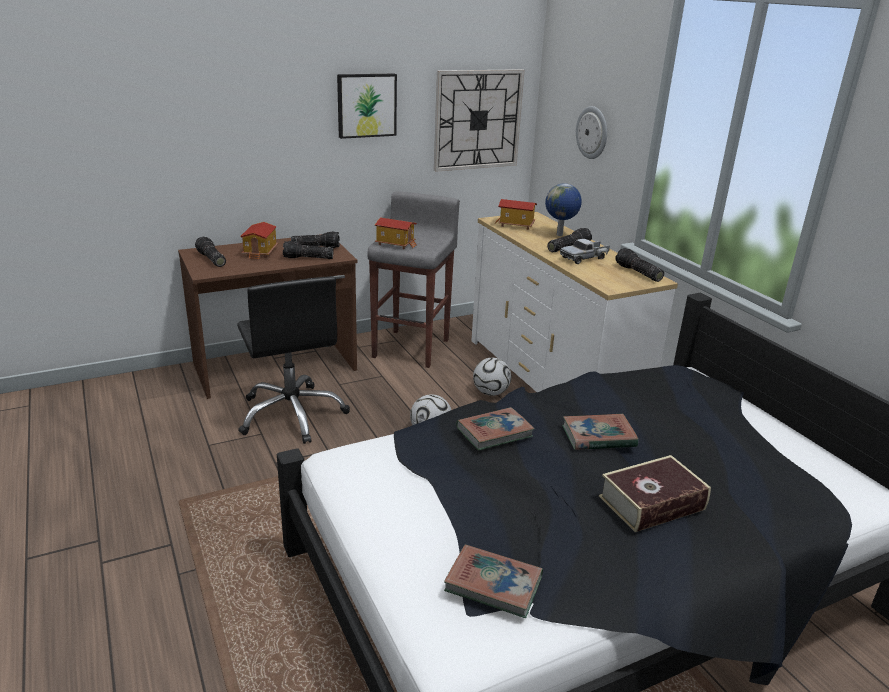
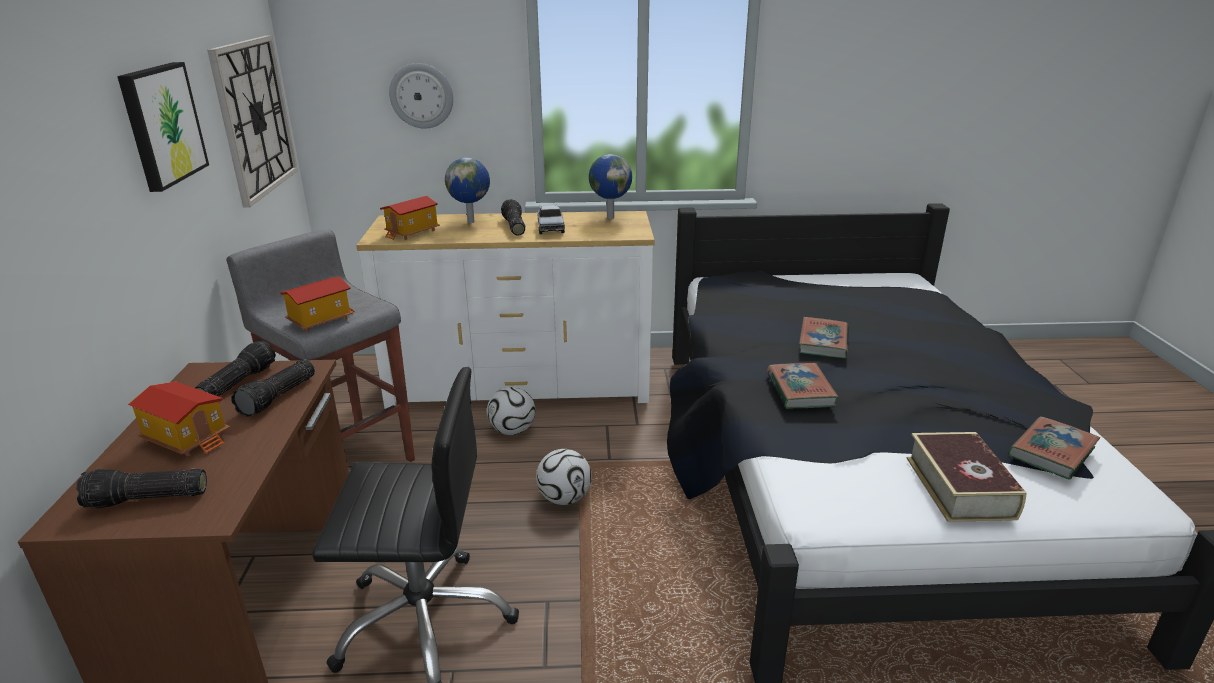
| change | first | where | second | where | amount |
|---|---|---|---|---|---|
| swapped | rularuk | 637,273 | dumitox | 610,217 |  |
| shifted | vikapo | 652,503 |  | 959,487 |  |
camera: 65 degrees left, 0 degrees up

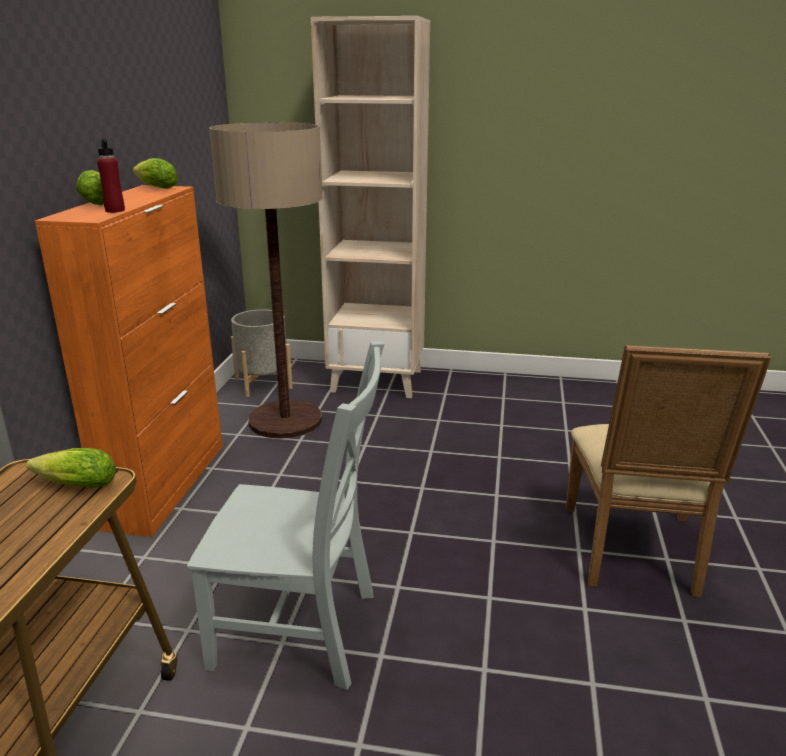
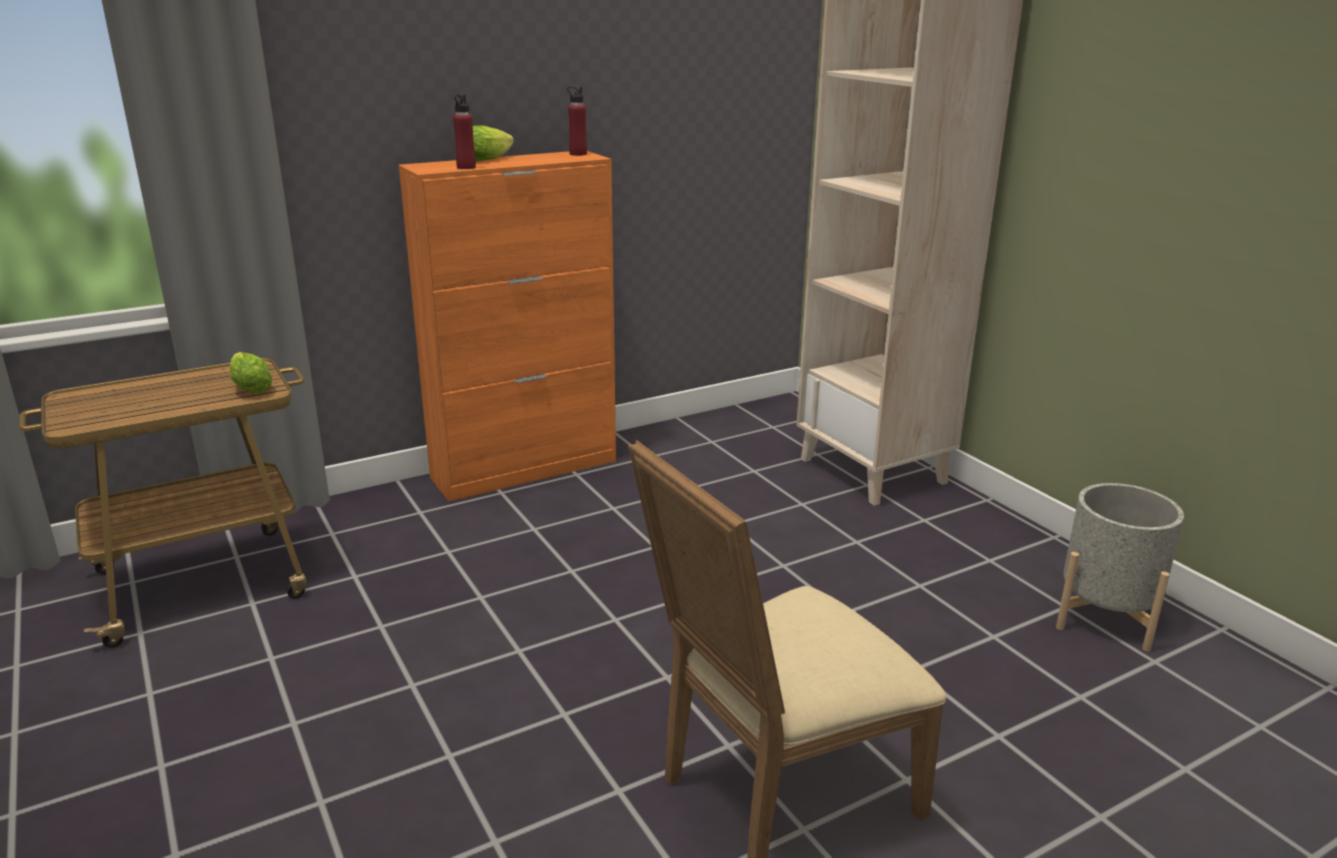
| change | first | where | second | where | amount |
|---|---|---|---|---|---|
| gone | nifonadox | 285,420 |  |  |  |
| swapped | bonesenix | 154,188 | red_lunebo | 578,154 |  |
| shifted | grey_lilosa | 263,383 |  | 1105,617 |  |
| gone | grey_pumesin | 302,631 |  |  |  |
camera: 50 degrees right, 0 degrees up

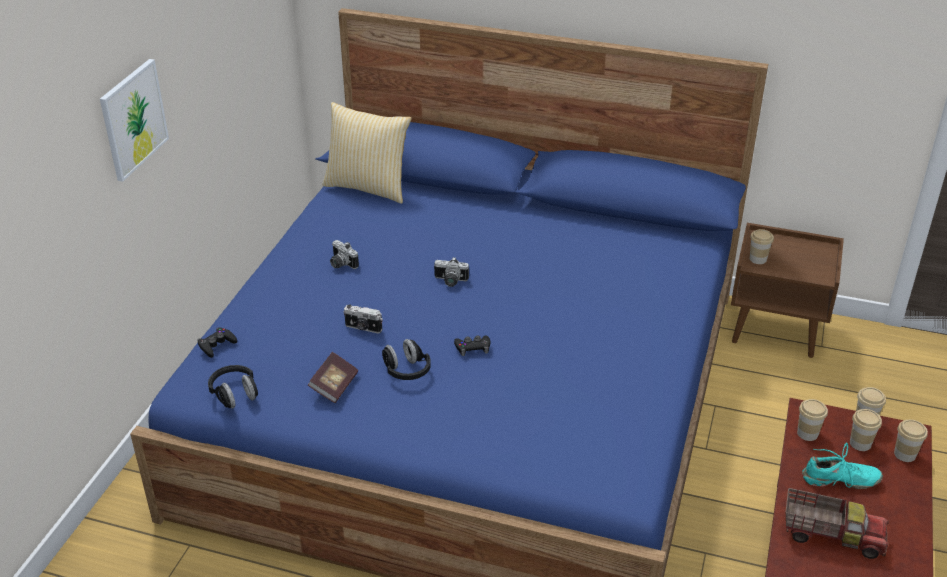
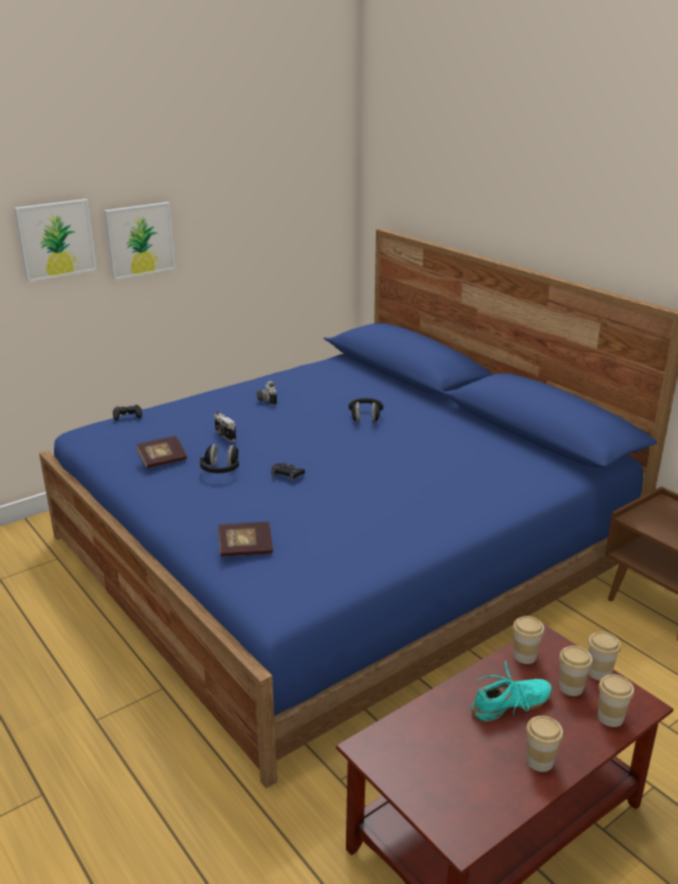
| change | first | where | second | where | amount |
|---|---|---|---|---|---|
| gone | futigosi | 368,187 |  |  |  |
| shifted | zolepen | 758,259 |  | 540,761 |  |
| gone | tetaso | 450,281 |  |  |  |
| shifted | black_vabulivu | 235,394 |  | 365,417 |  |
| rotated | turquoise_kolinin | 840,480 |  | 511,706 | 60 degrees counterclockwise |
| gone | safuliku | 831,535 |  |  |  |
| new |  |  | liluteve | 56,239 |  |
| new |  |  | vikapo | 245,549 |  |
camera: 35 degrees right, 10 degrees down

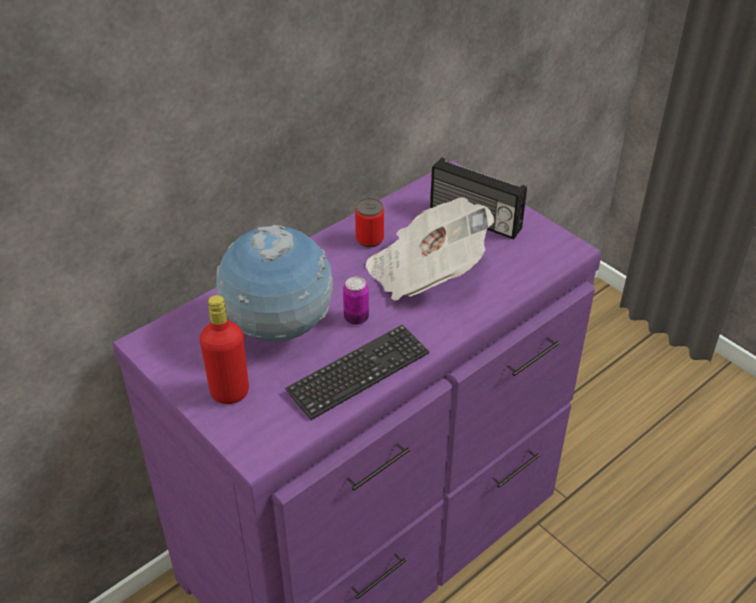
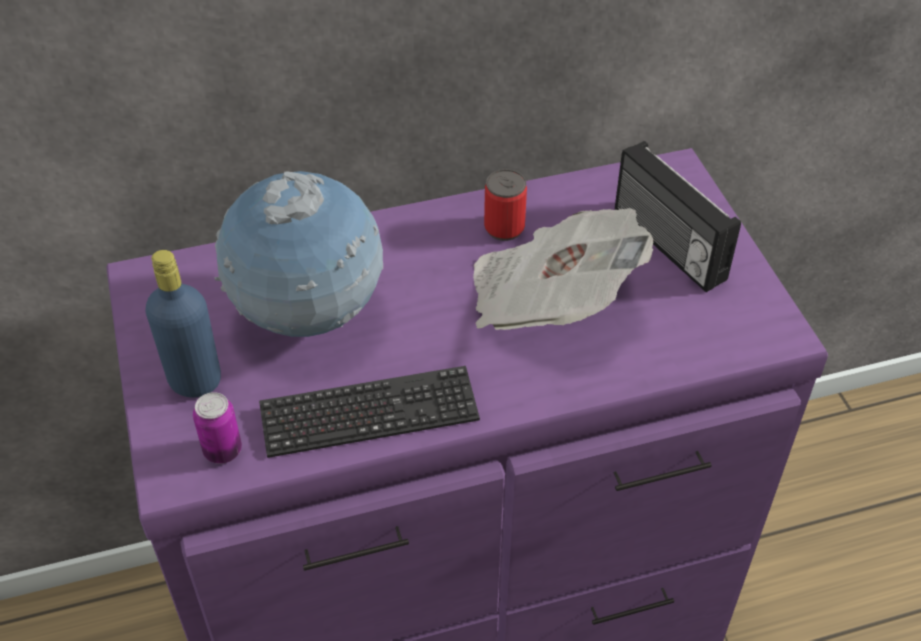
| change | first | where | second | where | amount |
|---|---|---|---|---|---|
| shifted | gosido | 356,318 |  | 223,451 |  |
| repainted | red_lunebo | 230,392 | blue_lunebo | 195,381 |  |
camera: 25 degrees right, 5 degrees up

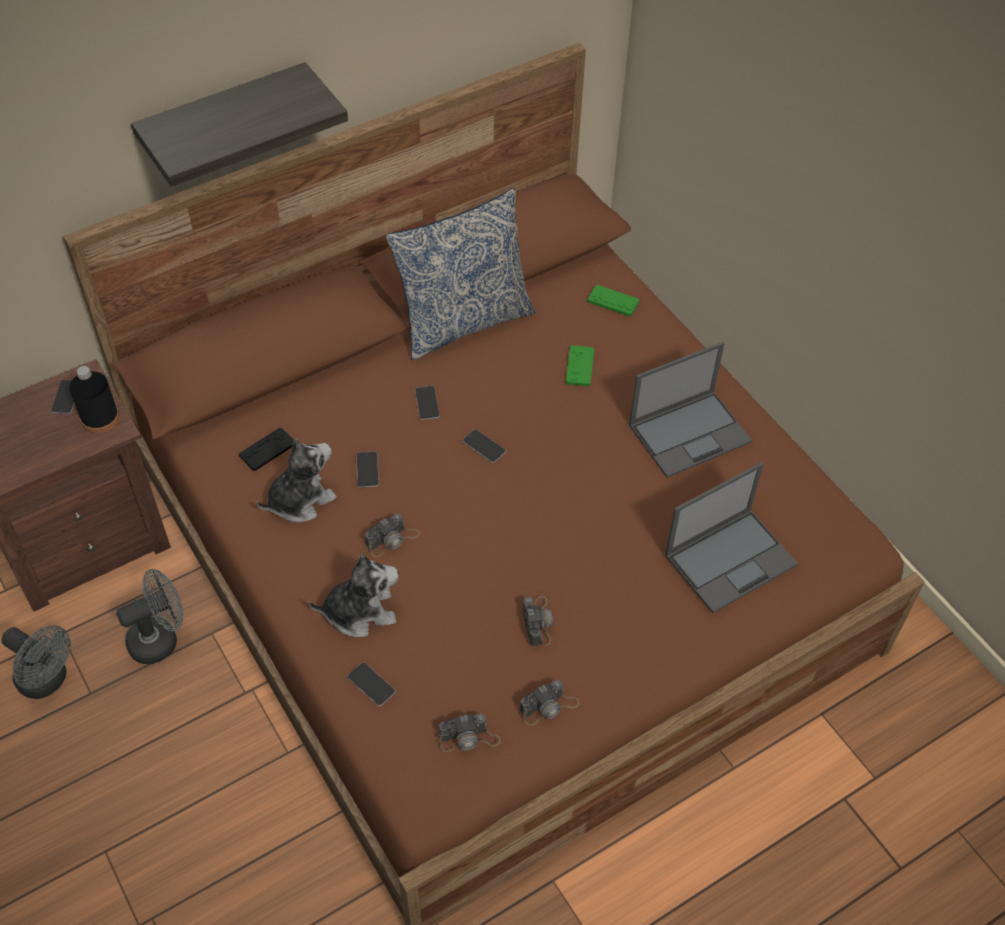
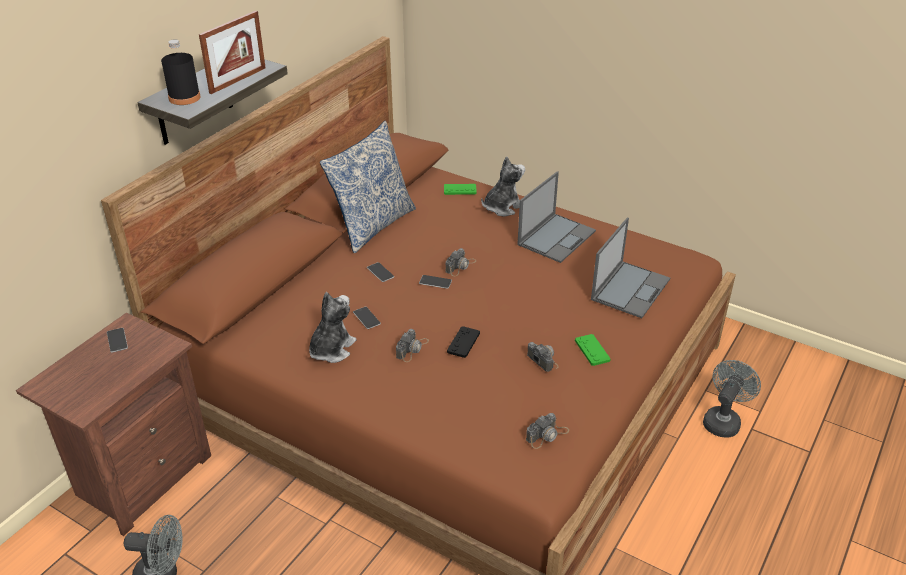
| change | first | where | second | where | amount |
|---|---|---|---|---|---|
| shifted | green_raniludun | 579,366 |  | 592,350 |  |
| shifted | black_lunebo | 100,418 |  | 184,98 |  |
| shifted | black_raniludun | 267,450 |  | 463,342 |  |
| shifted | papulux | 360,612 |  | 502,207 |  |
| shifted | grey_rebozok | 160,638 |  | 723,420 |  |
| gone | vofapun | 371,684 |  |  |  |
| shifted | tetaso | 549,707 |  | 460,266 |  |
| new |  |  | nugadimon | 238,80 |  |
camera: 25 degrees left, 15 degrees down

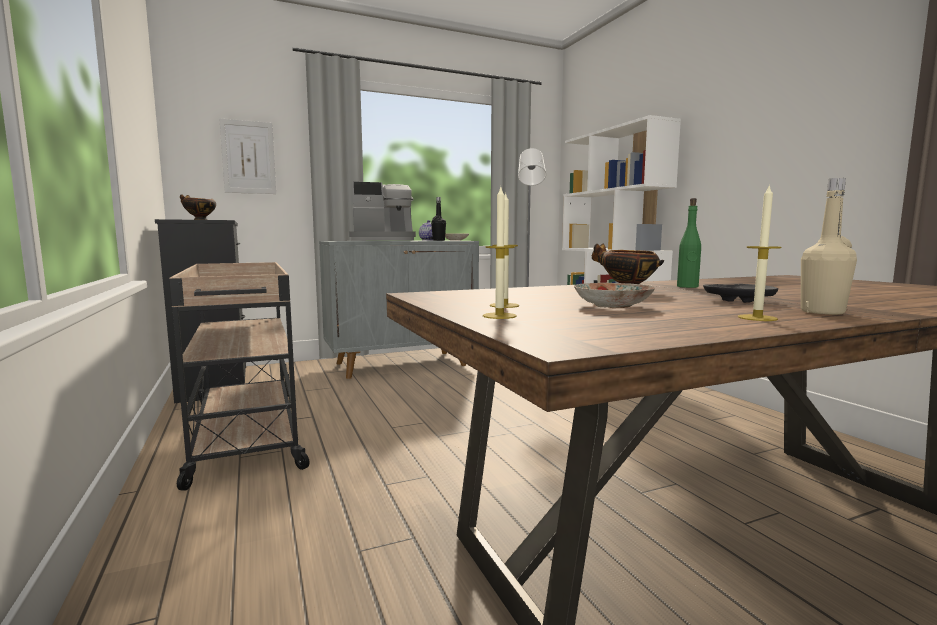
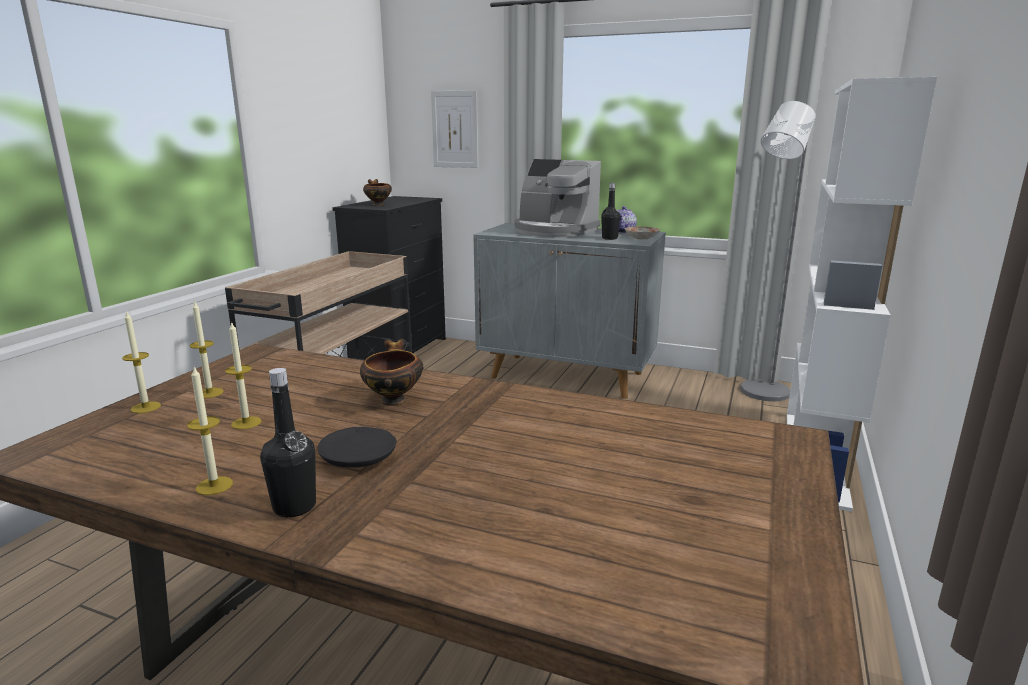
| change | first | where | second | where | amount |
|---|---|---|---|---|---|
| repainted | beige_lunebo | 822,312 | black_lunebo | 294,506 |  |
| gone | green_lunebo | 687,286 |  |  |  |
| swapped | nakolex | 613,306 | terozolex | 246,423 |  |
camera: 45 degrees right, 10 degrees up

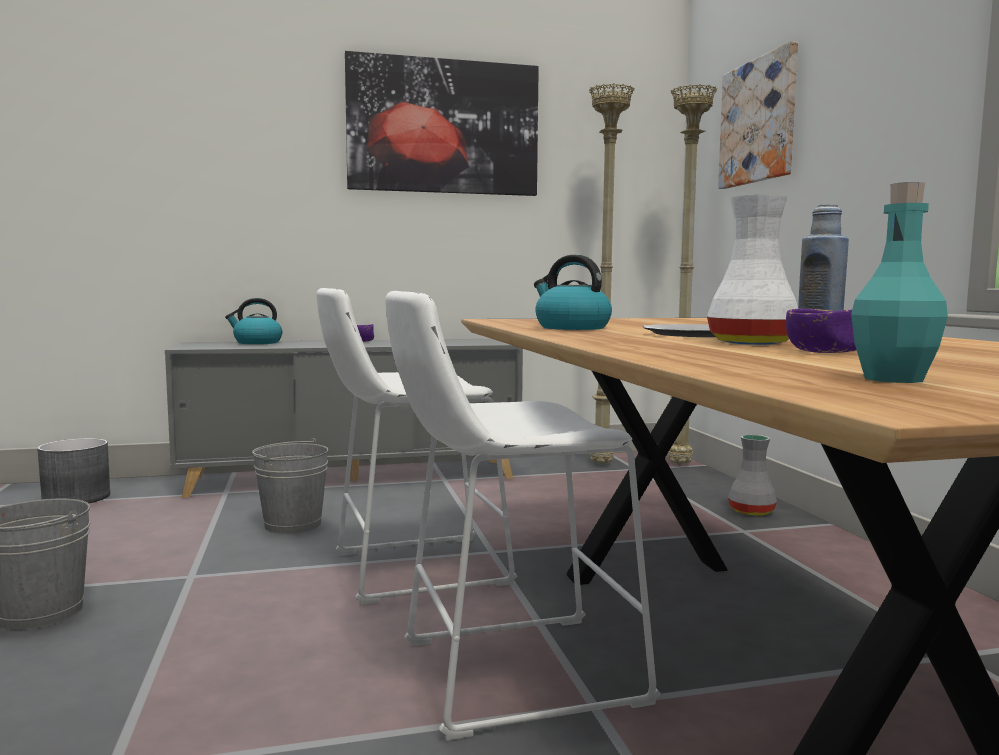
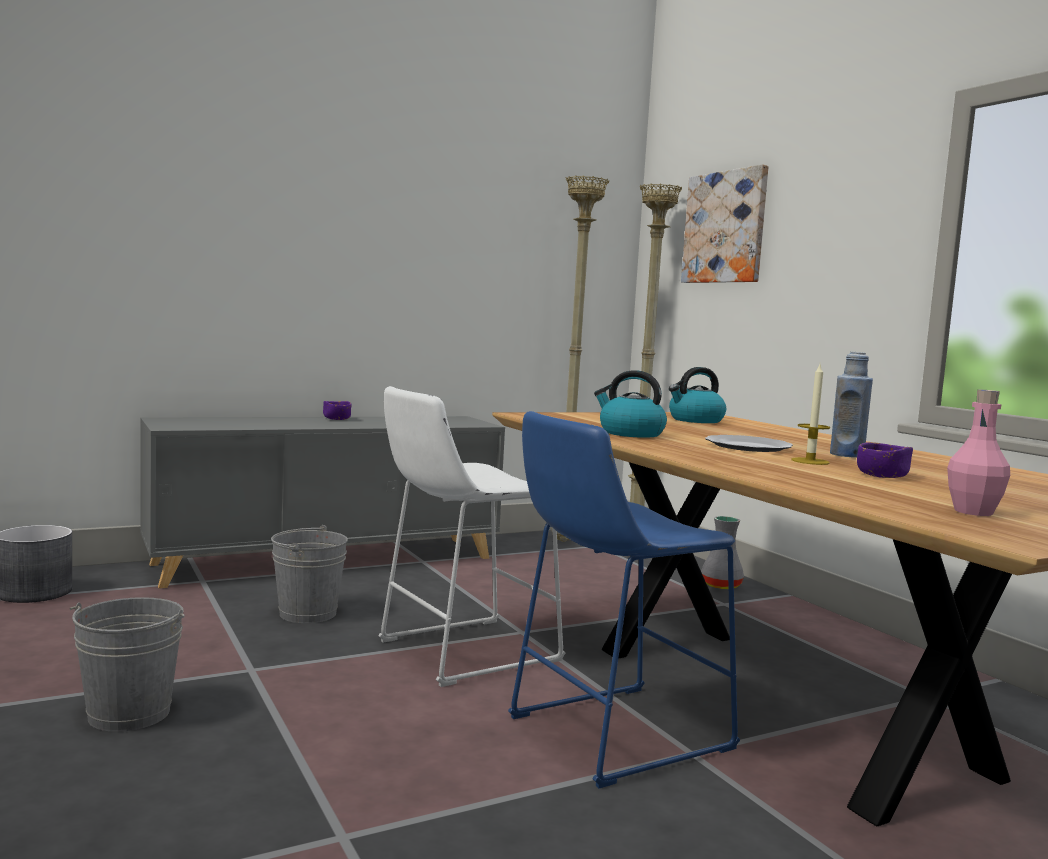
| change | first | where | second | where | amount |
|---|---|---|---|---|---|
| gone | liluteve | 443,127 |  |  |  |
| repainted | turquoise_lunebo | 893,379 | pink_lunebo | 973,512 |  |
| swapped | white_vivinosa | 749,342 | terozolex | 810,461 |  |
| repainted | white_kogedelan | 507,673 | blue_kogedelan | 609,734 |  |
| shifted | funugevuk | 257,342 |  | 695,420 |  |
camera: 15 degrees left, 0 degrees up

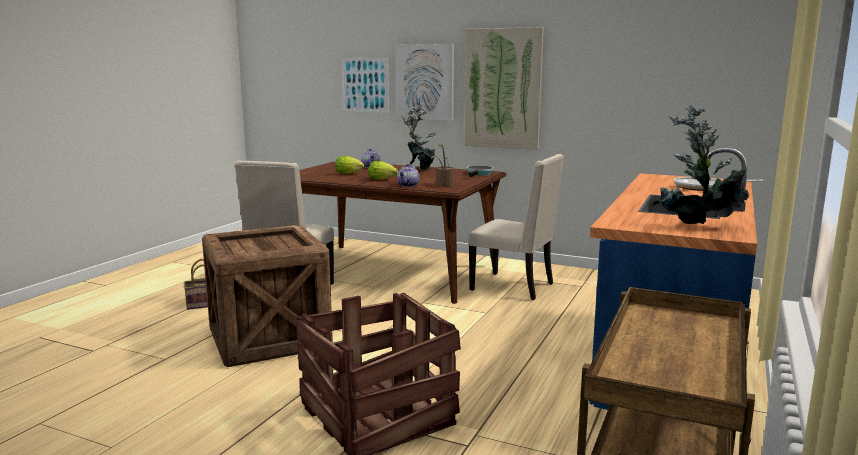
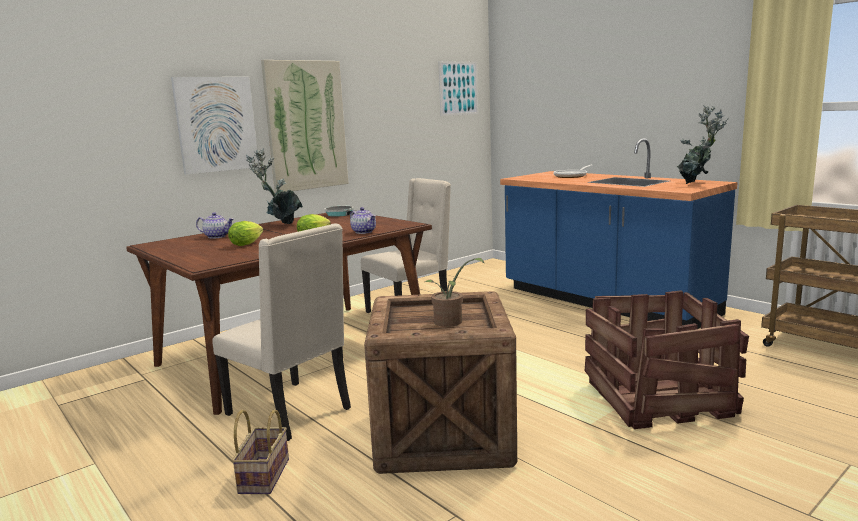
| change | first | where | second | where | amount |
|---|---|---|---|---|---|
| shifted | liluteve | 365,85 |  | 458,88 |  |
| shifted | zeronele | 443,185 |  | 451,323 |  |
camera: 65 degrees left, 0 degrees up

